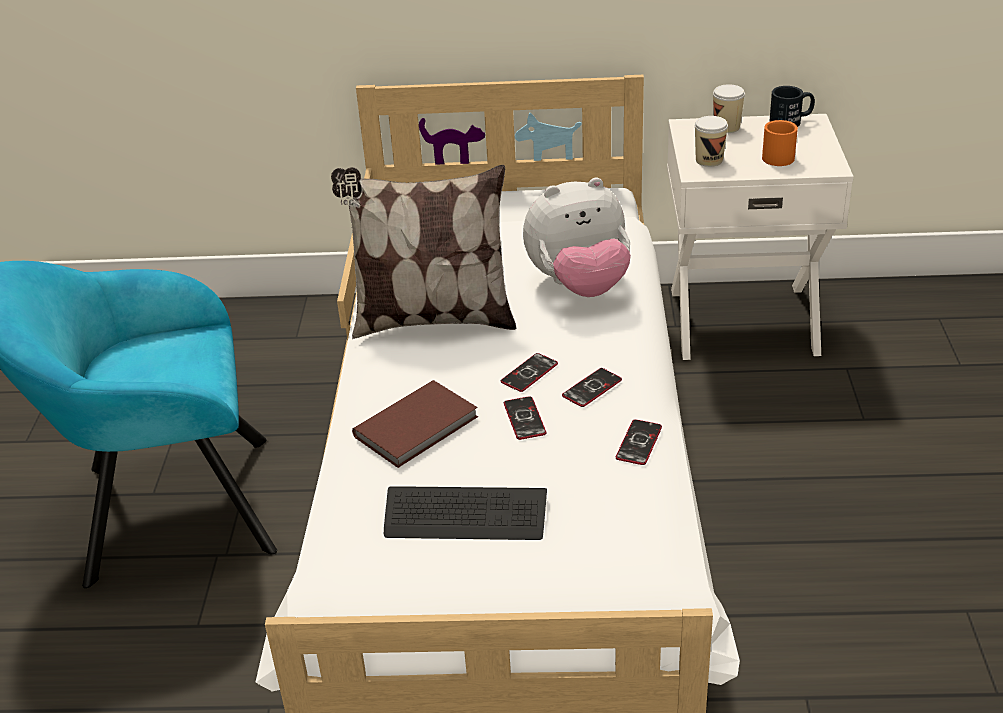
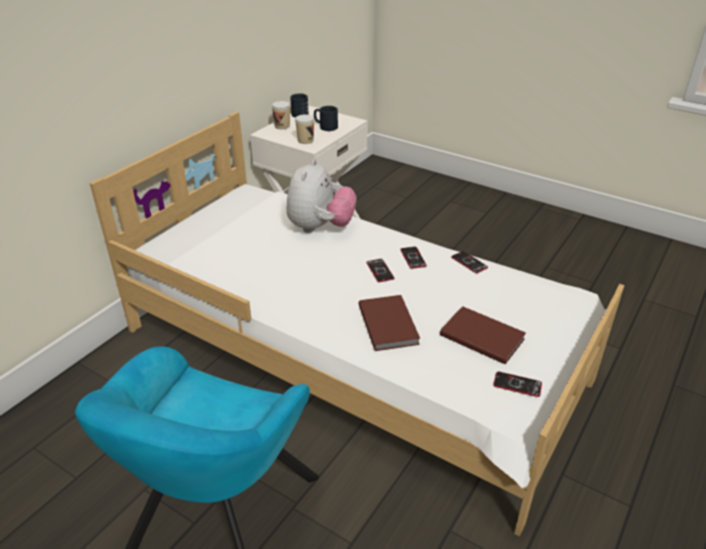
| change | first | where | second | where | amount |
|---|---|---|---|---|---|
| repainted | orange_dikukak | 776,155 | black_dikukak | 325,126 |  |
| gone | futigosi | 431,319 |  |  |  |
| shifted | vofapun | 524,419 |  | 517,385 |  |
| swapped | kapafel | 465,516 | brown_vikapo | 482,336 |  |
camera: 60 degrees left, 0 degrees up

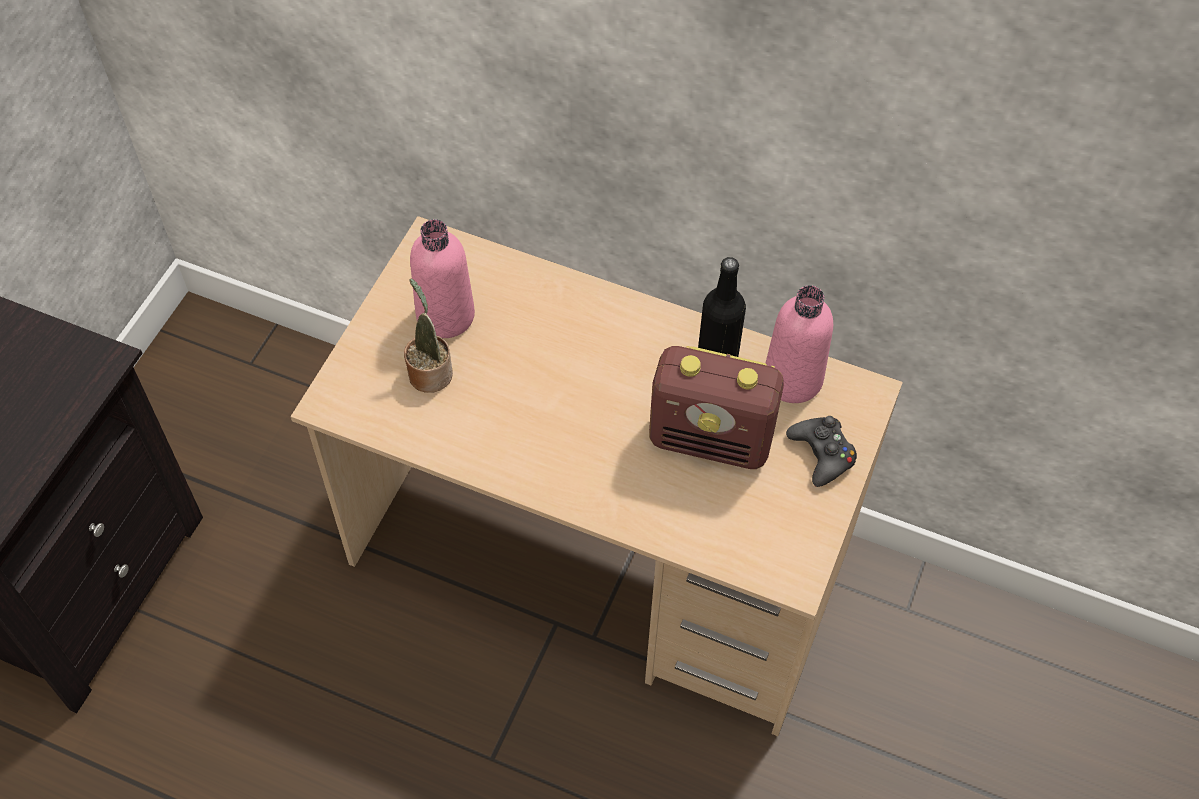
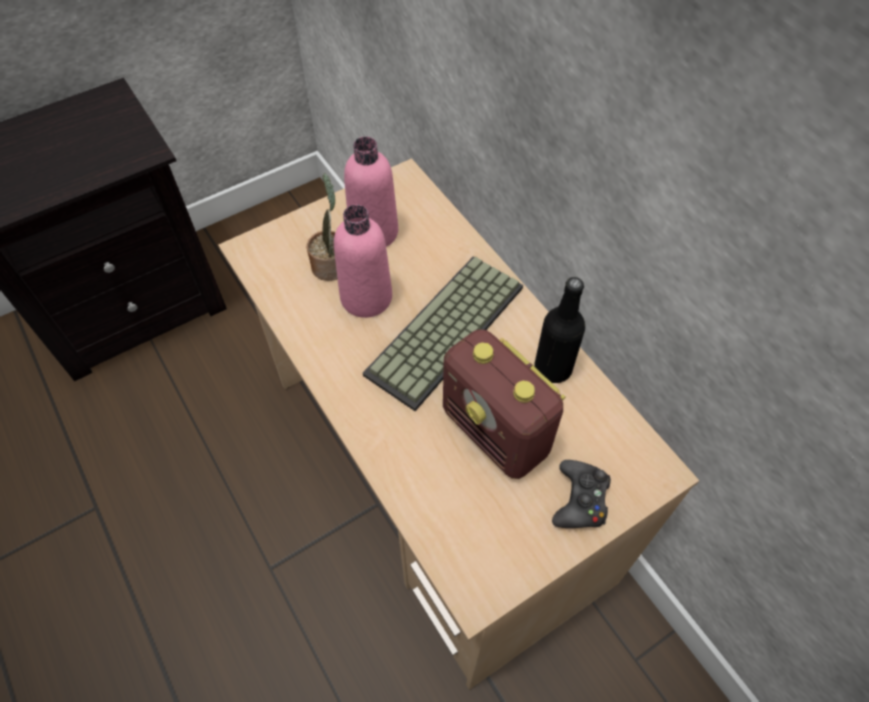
| change | first | where | second | where | amount |
|---|---|---|---|---|---|
| shifted | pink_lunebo | 792,379 |  | 366,297 |  |
| new |  |  | kapafel | 447,333 |  |
camera: 35 degrees right, 0 degrees up

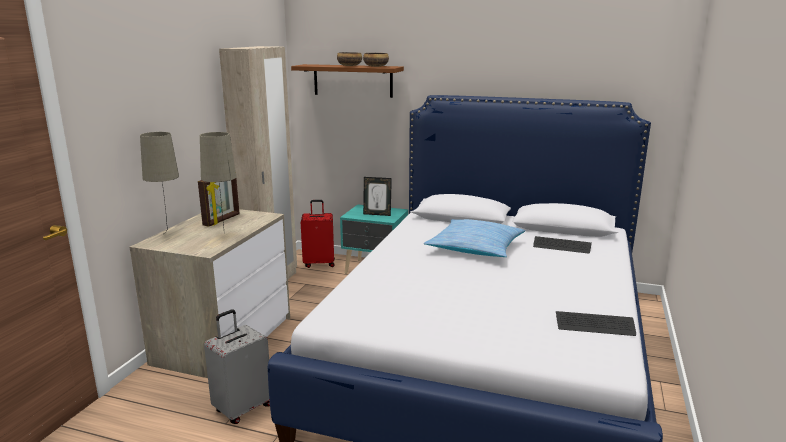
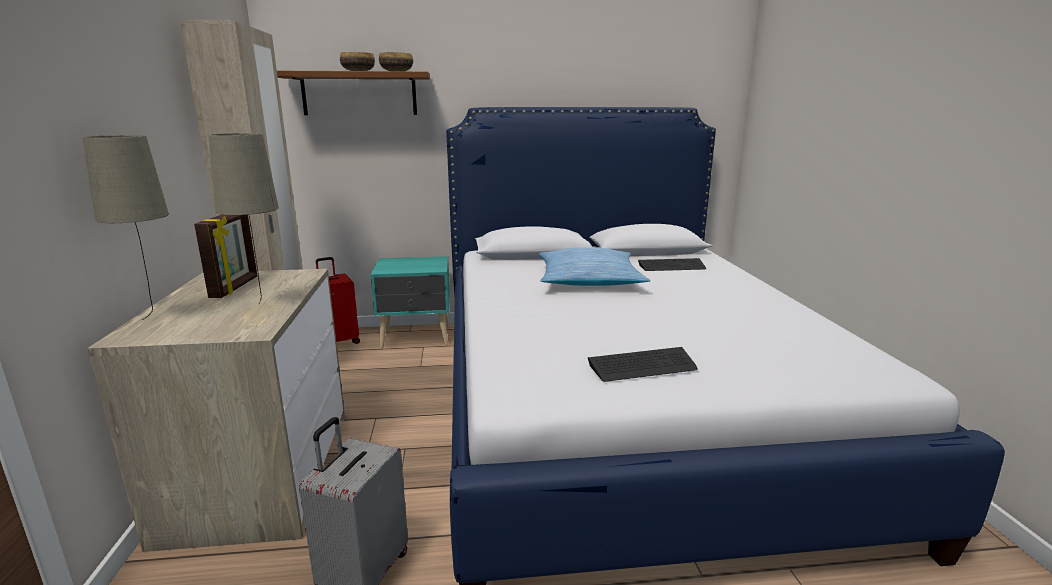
| change | first | where | second | where | amount |
|---|---|---|---|---|---|
| gone | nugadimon | 377,214 |  |  |  |
| shifted | kapafel | 594,325 |  | 642,366 |  |
camera: 25 degrees left, 0 degrees up

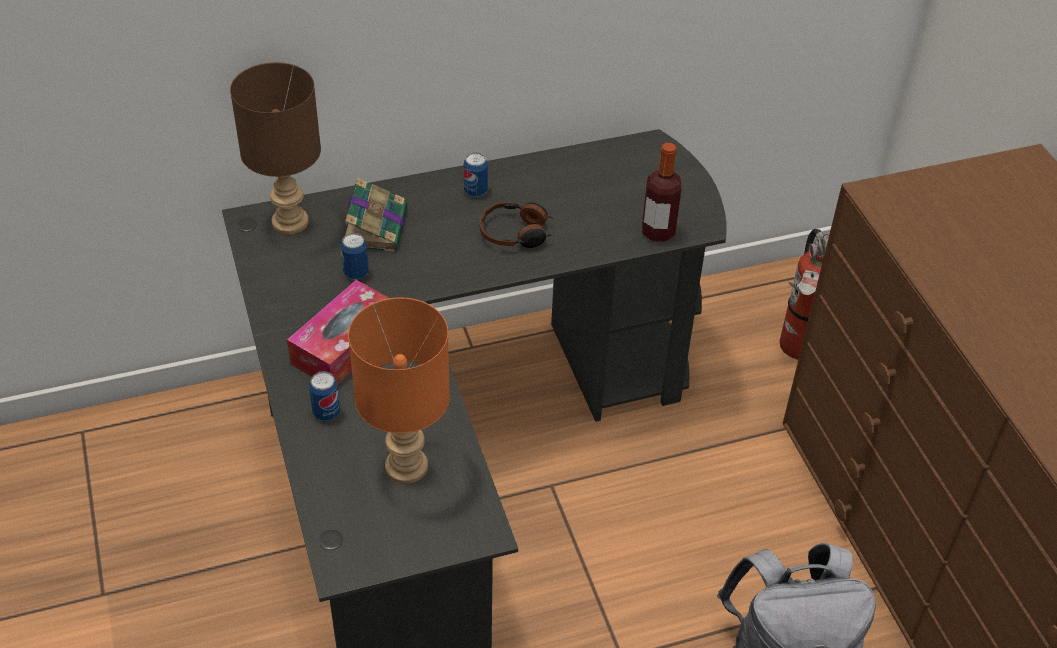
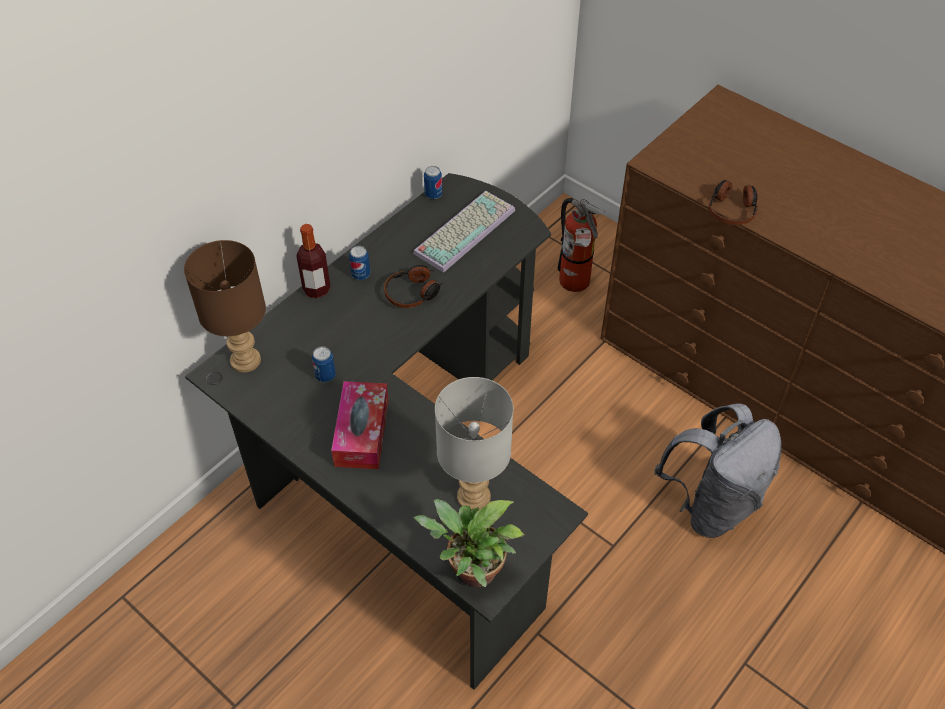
| change | first | where | second | where | amount |
|---|---|---|---|---|---|
| shifted | lunebo | 658,232 |  | 316,289 |  |
| gone | vikapo | 375,226 |  |  |  |
| repainted | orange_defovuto | 406,465 | grey_defovuto | 472,496 |  |
| shifted | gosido | 326,412 |  | 433,194 |  |
| new |  |  | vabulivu | 732,209 |  |
| new |  |  | kapafel | 464,230 |  |
| new |  |  | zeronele | 471,572 |  |
camera: 30 degrees left, 5 degrees up

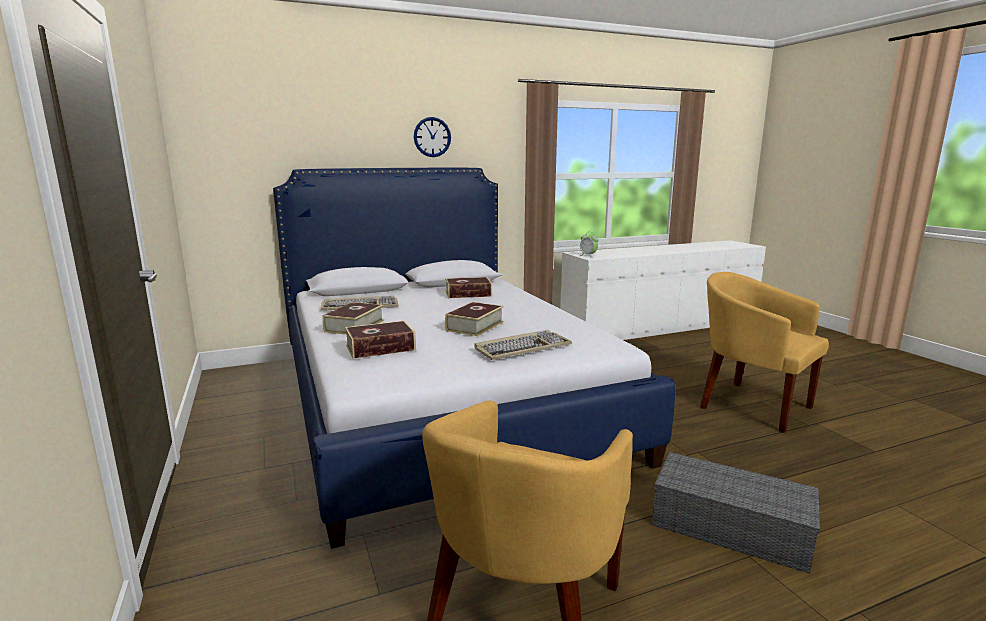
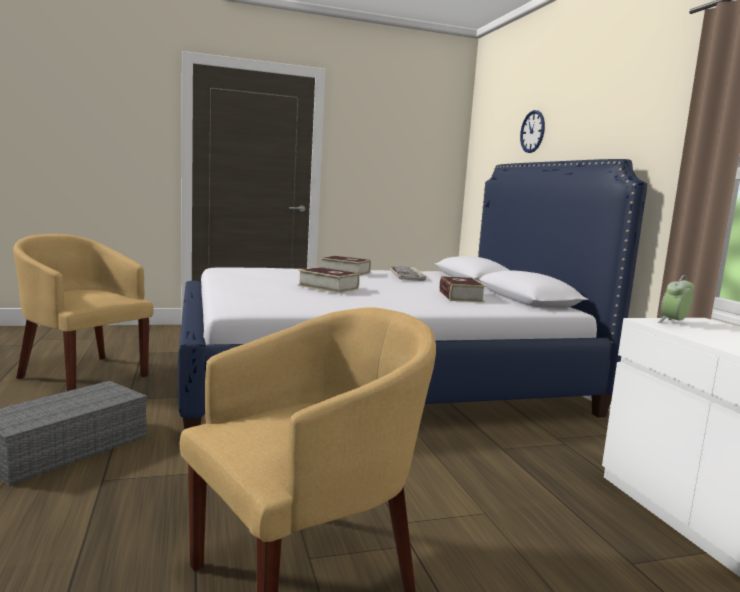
| change | first | where | second | where | amount |
|---|---|---|---|---|---|
| shifted | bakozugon | 432,137 |  | 532,131 |  |
| gone | vikapo | 380,348 |  |  |  |
| gone | kapafel | 522,348 |  |  |  |
camera: 95 degrees right, 5 degrees down

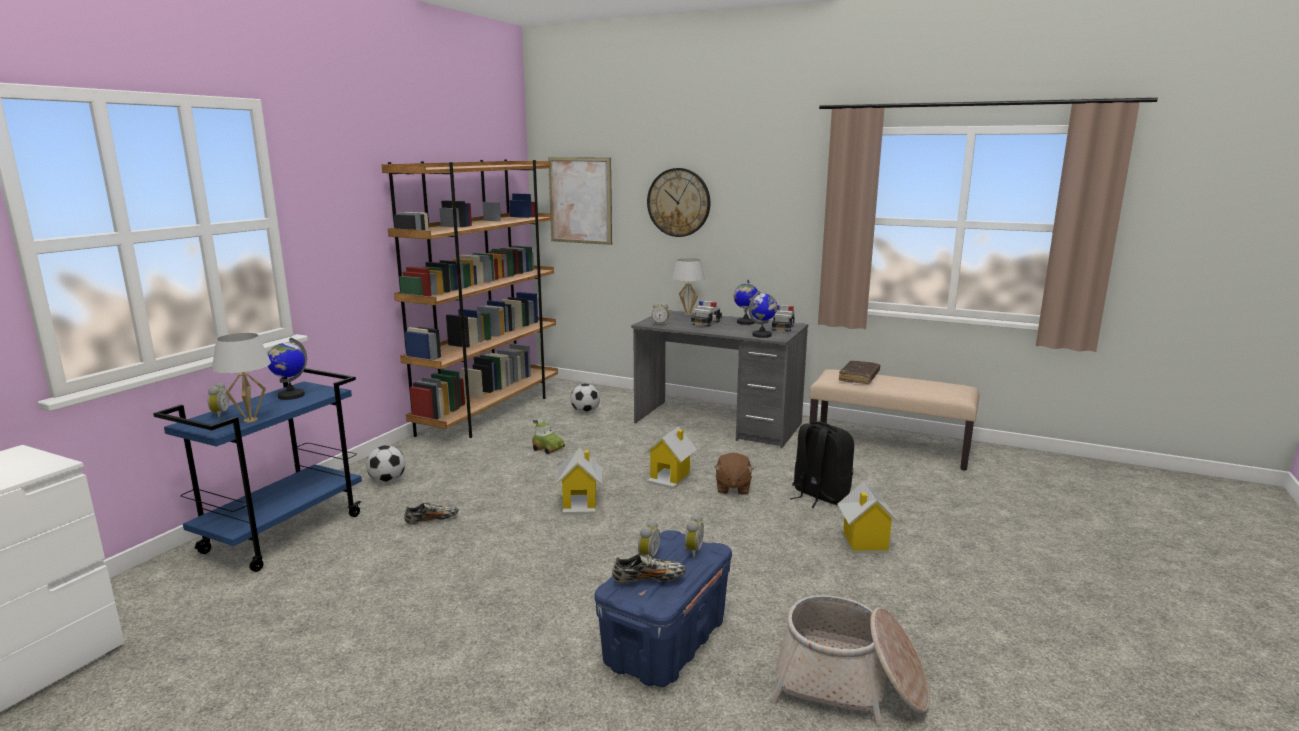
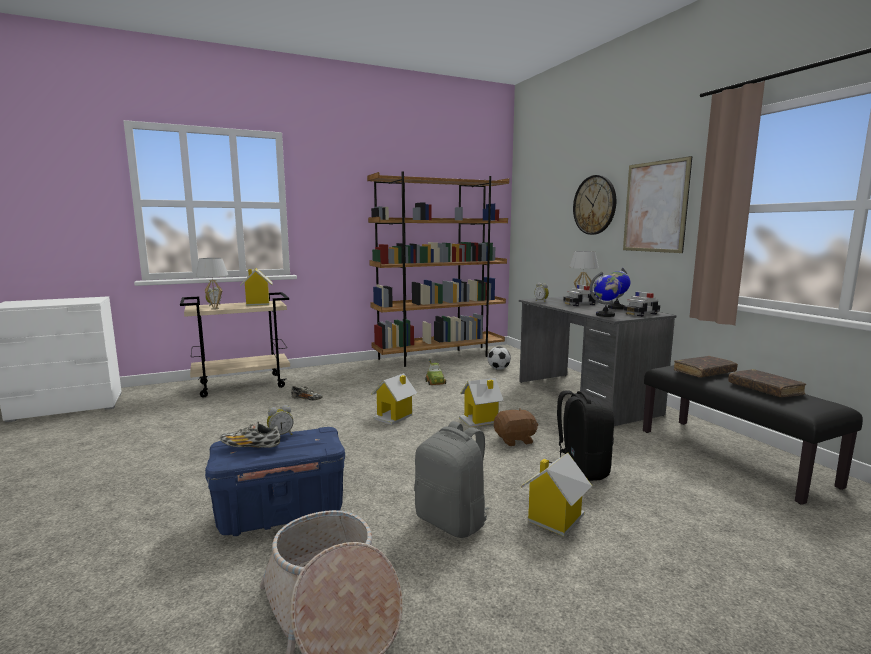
| change | first | where | second | where | amount |
|---|---|---|---|---|---|
| shifted | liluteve | 580,200 |  | 655,207 |  |
| swapped | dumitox | 291,396 | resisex | 257,304 |  |
| repainted | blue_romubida | 284,532 | beige_romubida | 243,385 |  |
| repainted | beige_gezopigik | 889,447 | black_gezopigik | 733,457 |  |
| gone | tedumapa | 387,481 |  |  |  |
| rotated | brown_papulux | 732,488 |  | 515,440 | 150 degrees counterclockwise |
| gone | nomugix | 692,551 |  |  |  |
| rotated | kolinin | 648,579 |  | 250,446 | 150 degrees clockwise |
| new |  |  | brown_vikapo | 764,389 |  |
| new |  |  | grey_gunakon | 452,521 |  |
camera: 40 degrees right, 5 degrees down

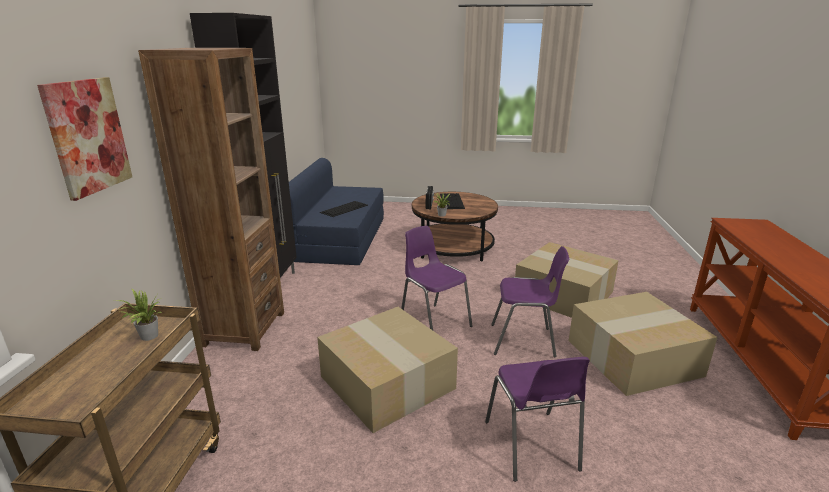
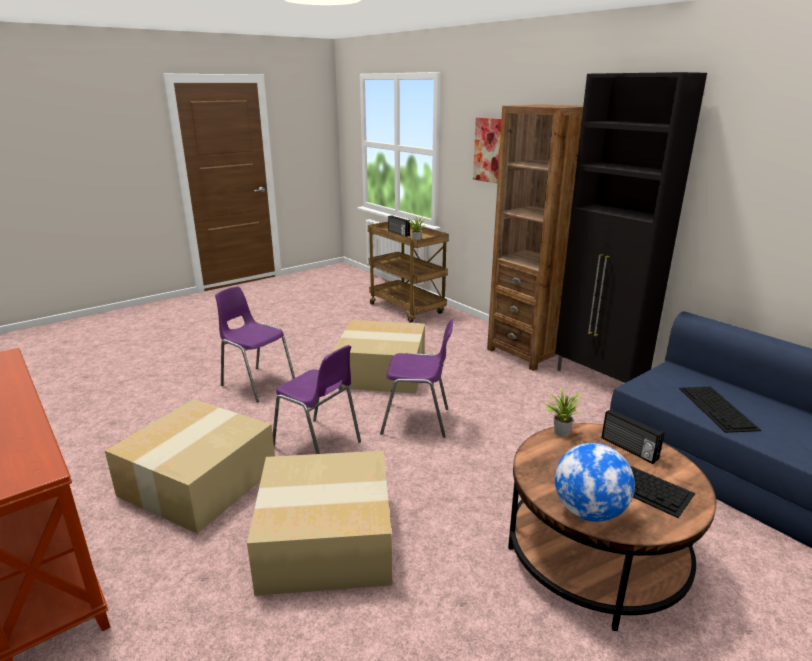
| change | first | where | second | where | amount |
|---|---|---|---|---|---|
| rotated | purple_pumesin | 524,341 |  | 318,445 | 105 degrees counterclockwise |
| new |  |  | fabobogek | 398,233 |  |
| new |  |  | dumitox | 589,512 |  |
camera: 135 degrees right, 0 degrees up

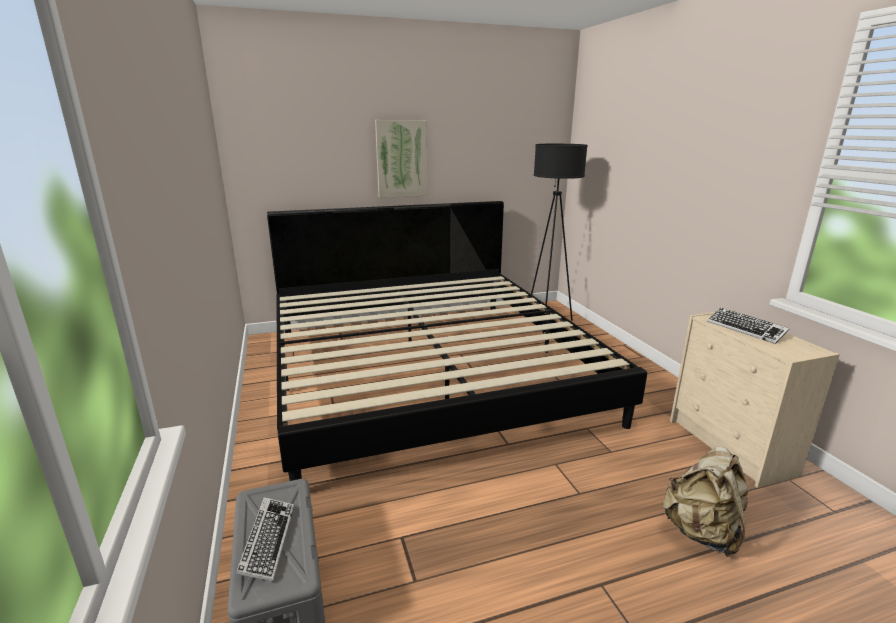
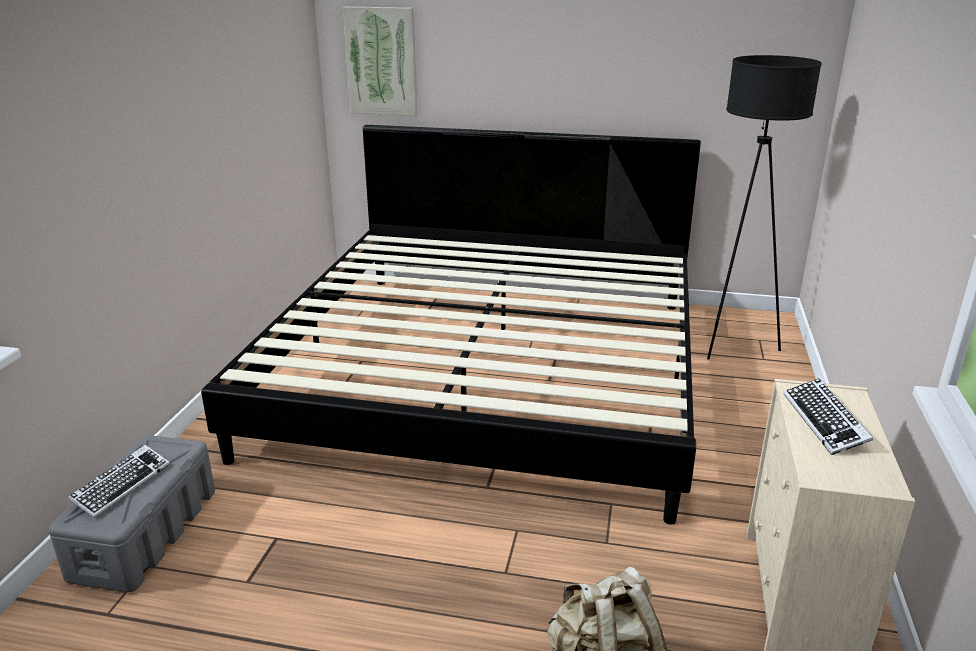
| change | first | where | second | where | amount |
|---|---|---|---|---|---|
| shifted | liluteve | 401,159 |  | 382,61 |  |
camera: 30 degrees right, 5 degrees up

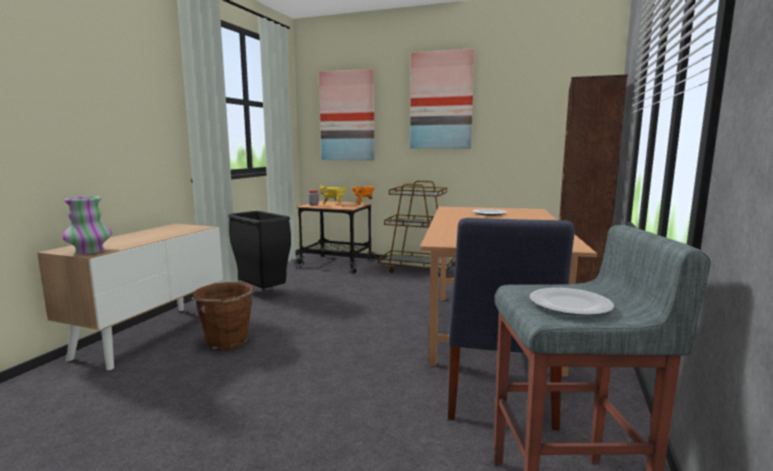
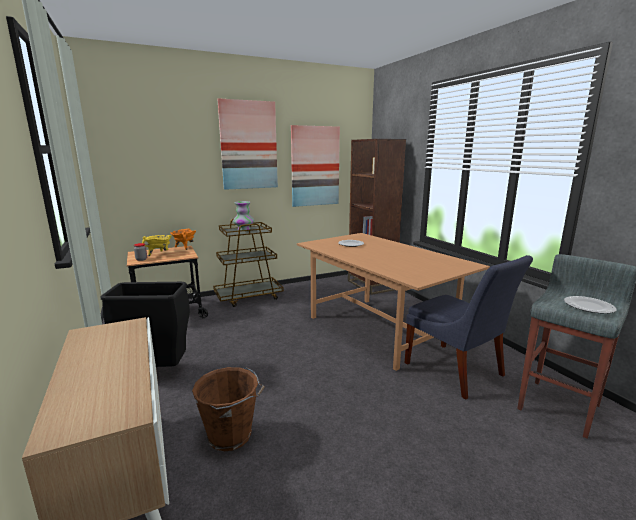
| change | first | where | second | where | amount |
|---|---|---|---|---|---|
| shifted | liluteve | 347,116 |  | 315,166 |  |
| shifted | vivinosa | 89,251 |  | 244,229 |  |
camera: 45 degrees left, 5 degrees up

